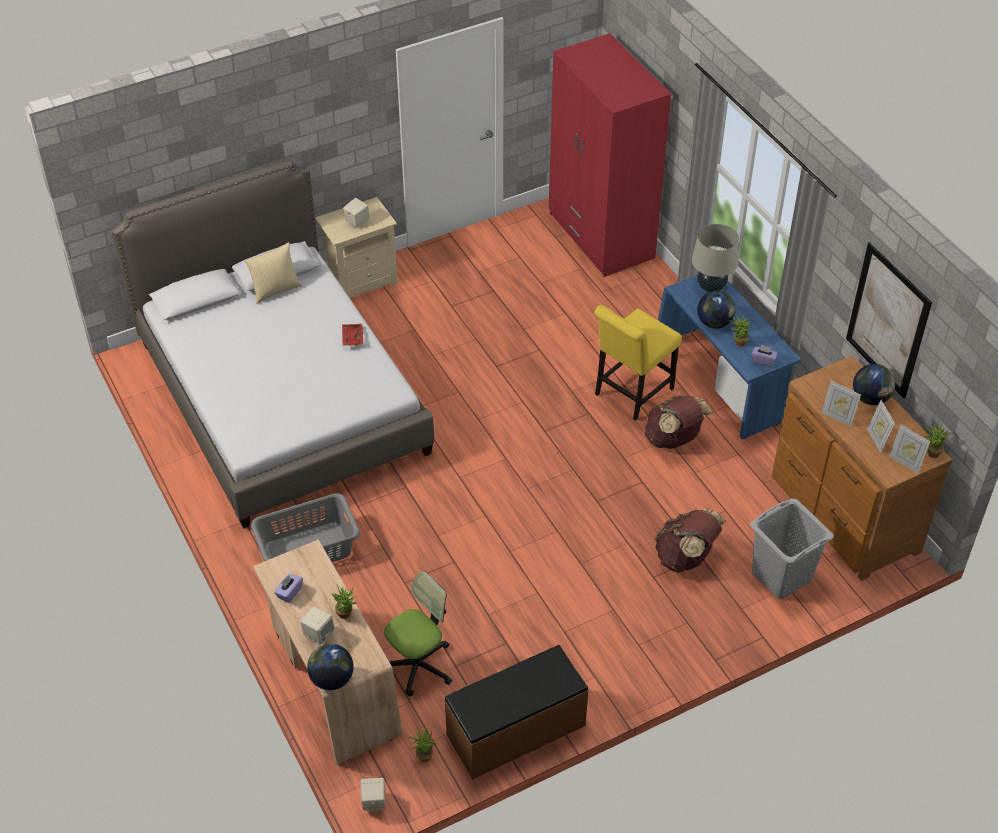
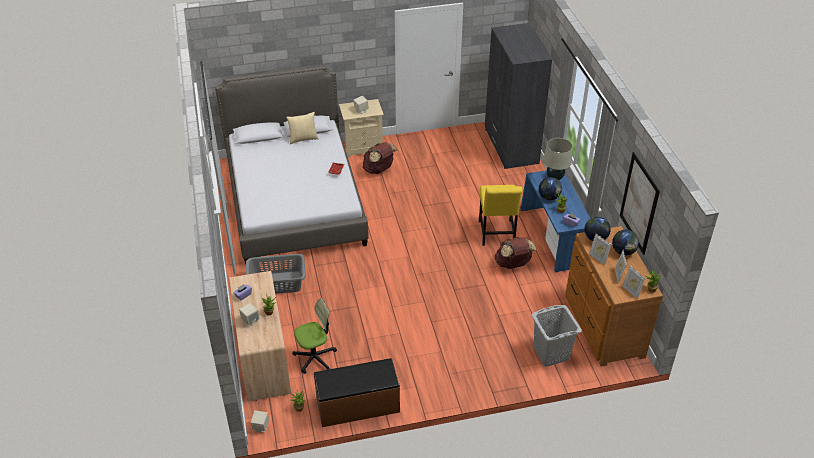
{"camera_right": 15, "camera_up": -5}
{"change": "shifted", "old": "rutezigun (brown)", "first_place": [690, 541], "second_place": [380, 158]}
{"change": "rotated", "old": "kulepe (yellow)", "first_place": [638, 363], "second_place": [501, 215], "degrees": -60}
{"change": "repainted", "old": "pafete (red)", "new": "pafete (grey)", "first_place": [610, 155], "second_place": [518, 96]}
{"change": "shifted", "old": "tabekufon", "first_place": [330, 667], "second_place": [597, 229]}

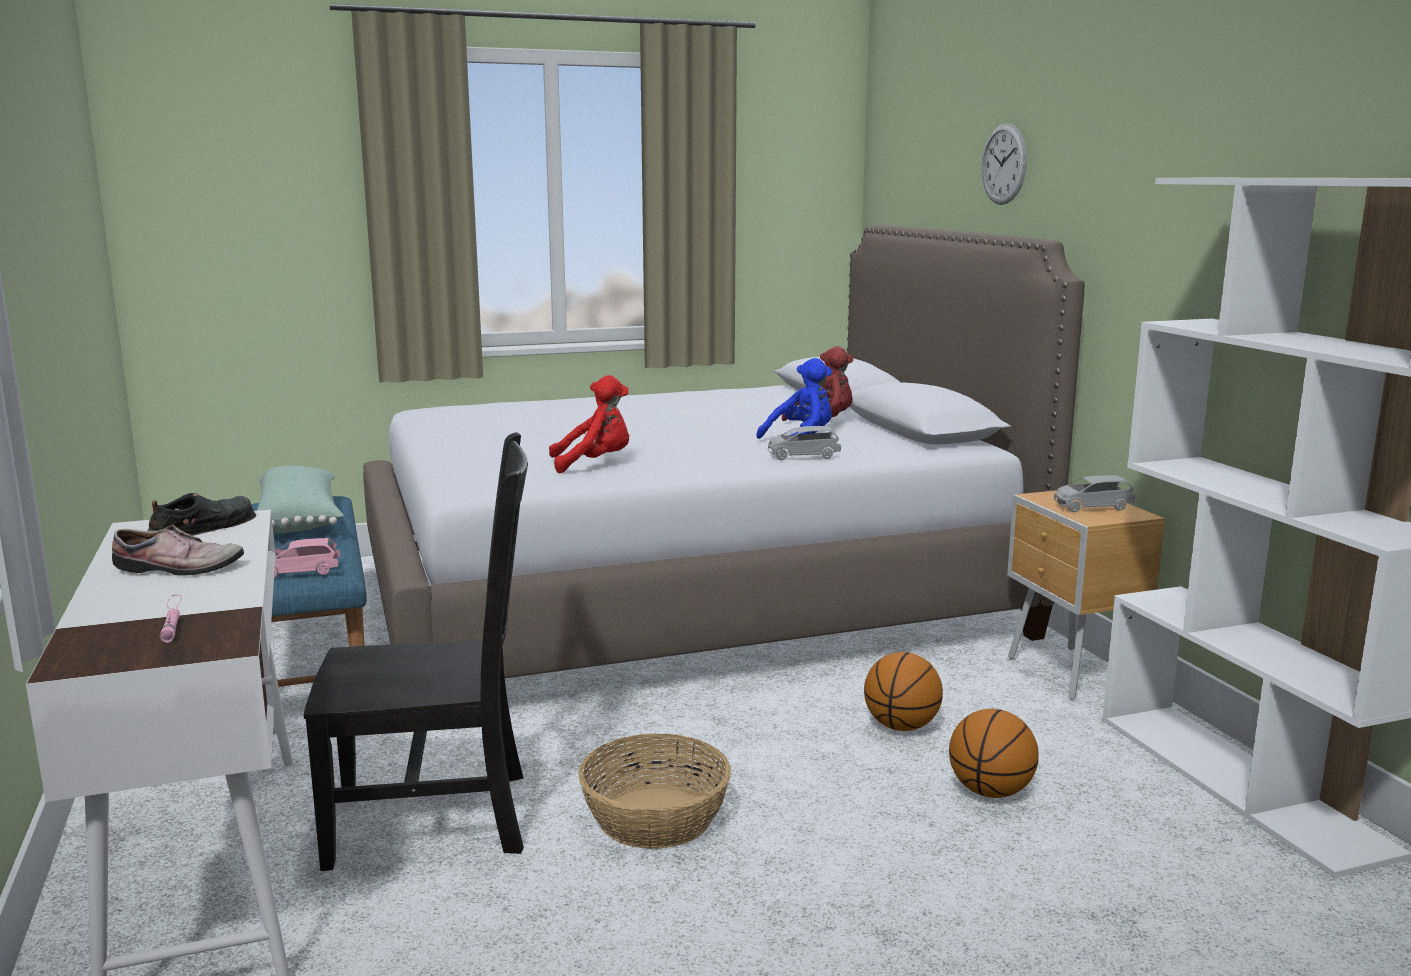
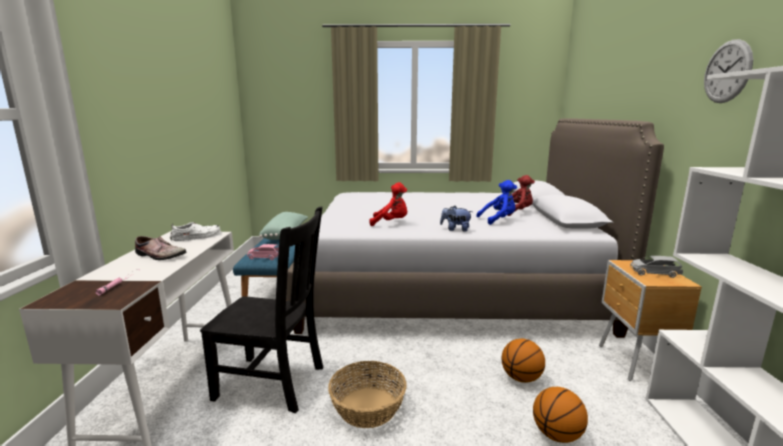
{"camera_right": 20, "camera_up": 0}
{"change": "repainted", "old": "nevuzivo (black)", "new": "nevuzivo (white)", "first_place": [201, 514], "second_place": [196, 231]}
{"change": "new", "new": "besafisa", "second_place": [456, 219]}
{"change": "shifted", "old": "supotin", "first_place": [1004, 164], "second_place": [728, 71]}
{"change": "gone", "old": "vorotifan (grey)", "first_place": [804, 443]}

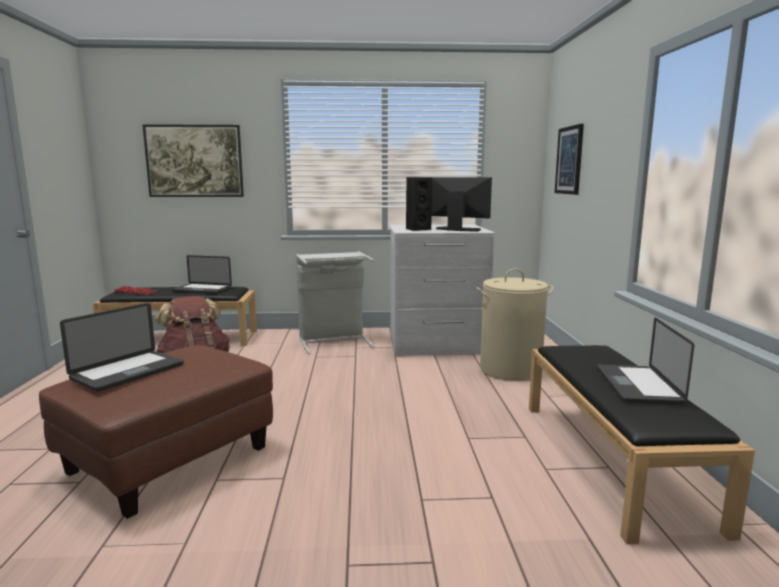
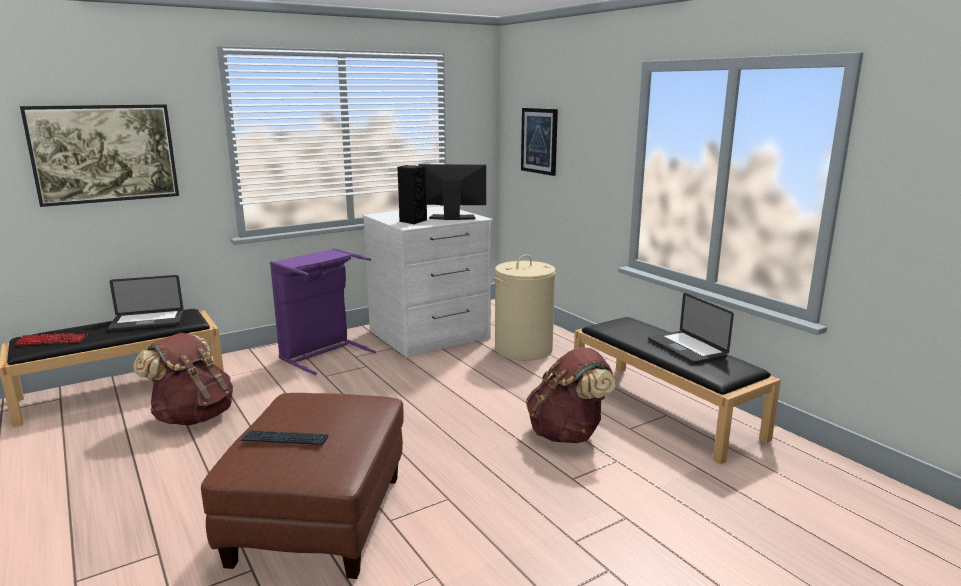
{"camera_right": -30, "camera_up": 5}
{"change": "swapped", "old": "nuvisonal", "new": "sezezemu", "first_place": [122, 347], "second_place": [284, 437]}
{"change": "repainted", "old": "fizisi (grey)", "new": "fizisi (purple)", "first_place": [335, 303], "second_place": [323, 311]}
{"change": "new", "new": "rutezigun (brown)", "second_place": [571, 395]}

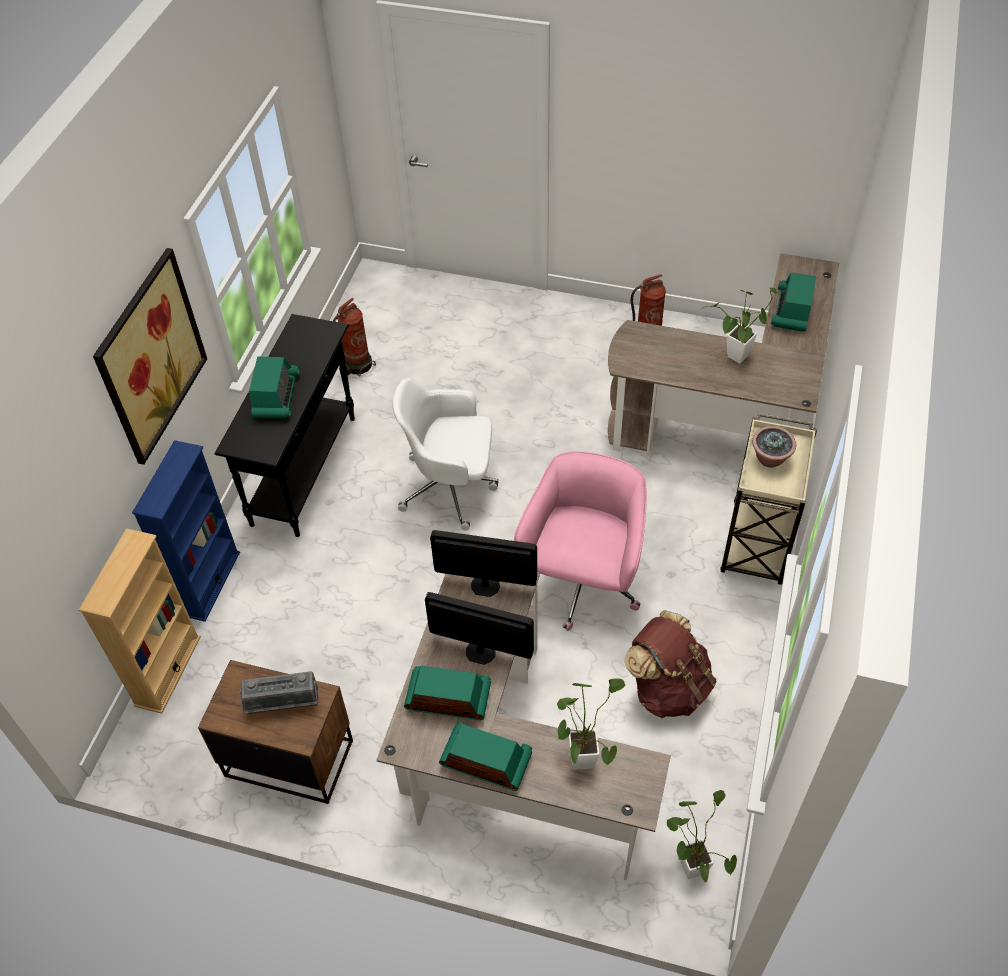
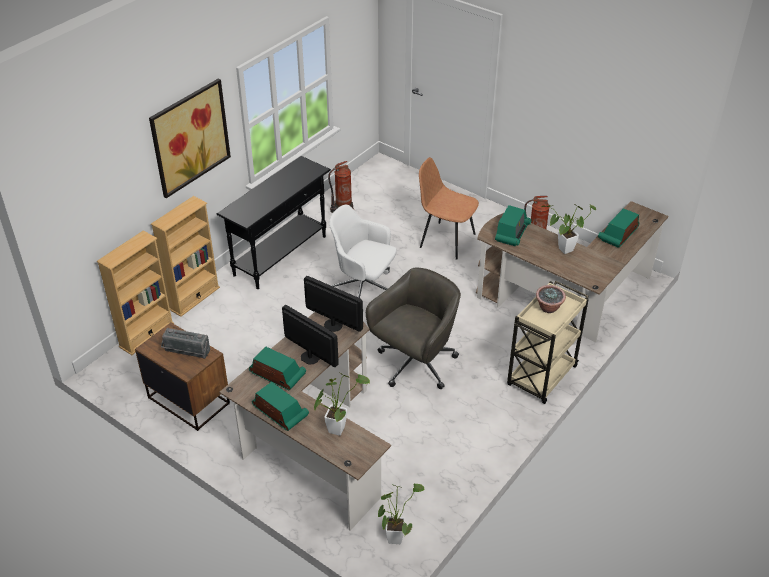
{"camera_right": 20, "camera_up": -10}
{"change": "repainted", "old": "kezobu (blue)", "new": "kezobu (beige)", "first_place": [186, 531], "second_place": [185, 256]}
{"change": "repainted", "old": "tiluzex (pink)", "new": "tiluzex (grey)", "first_place": [580, 541], "second_place": [413, 328]}
{"change": "new", "new": "kulepe (brown)", "second_place": [449, 208]}
{"change": "shifted", "old": "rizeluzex", "first_place": [274, 387], "second_place": [513, 225]}
{"change": "gone", "old": "rutezigun (brown)", "first_place": [670, 664]}

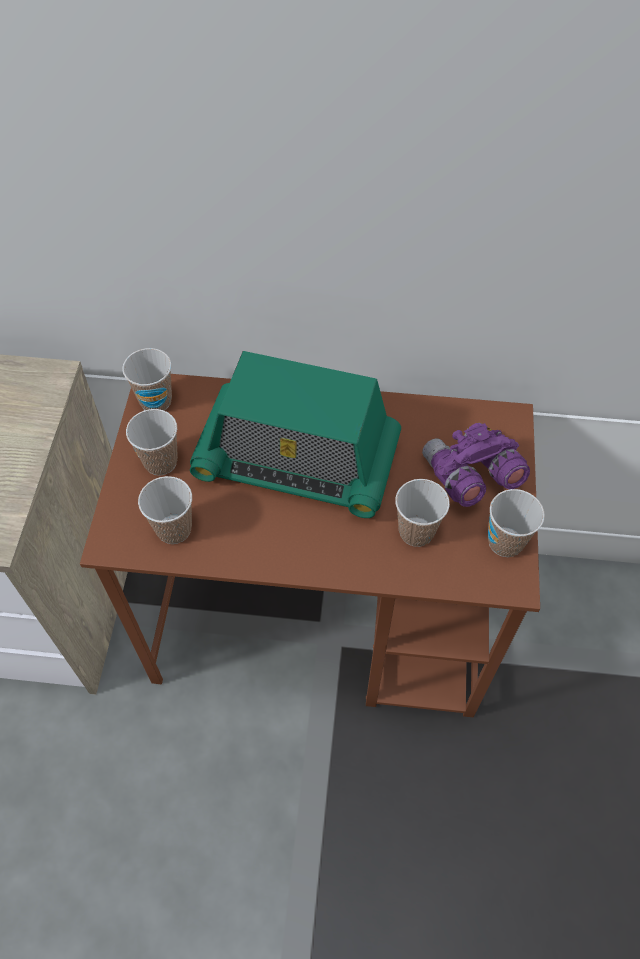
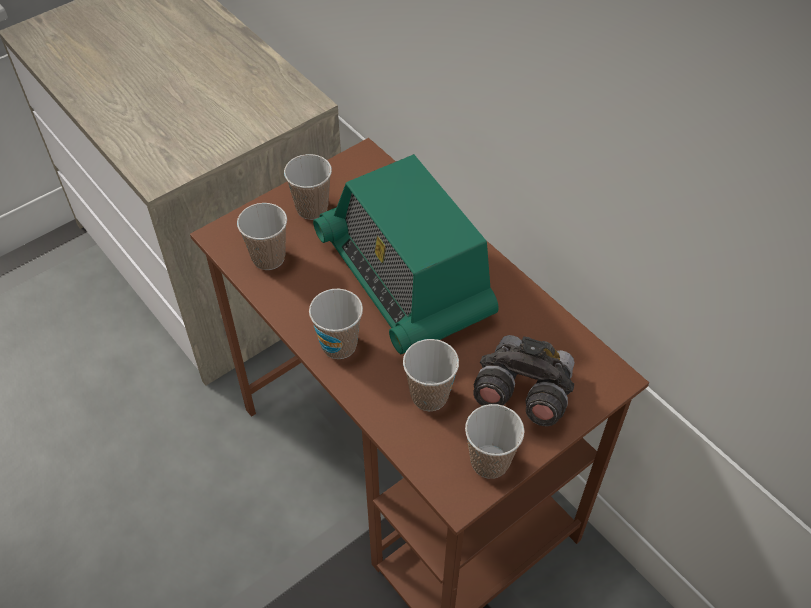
{"camera_right": 45, "camera_up": -5}
{"change": "shifted", "old": "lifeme", "first_place": [147, 379], "second_place": [336, 324]}
{"change": "repainted", "old": "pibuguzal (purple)", "new": "pibuguzal (grey)", "first_place": [476, 465], "second_place": [524, 380]}

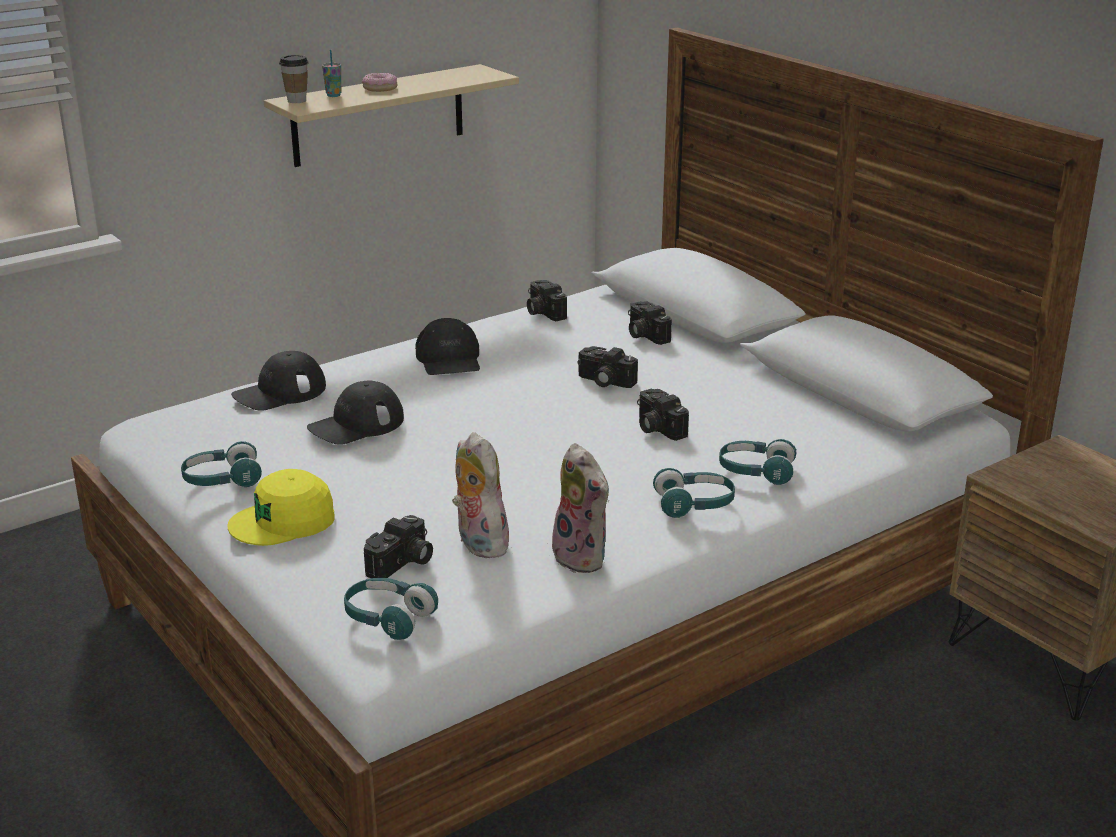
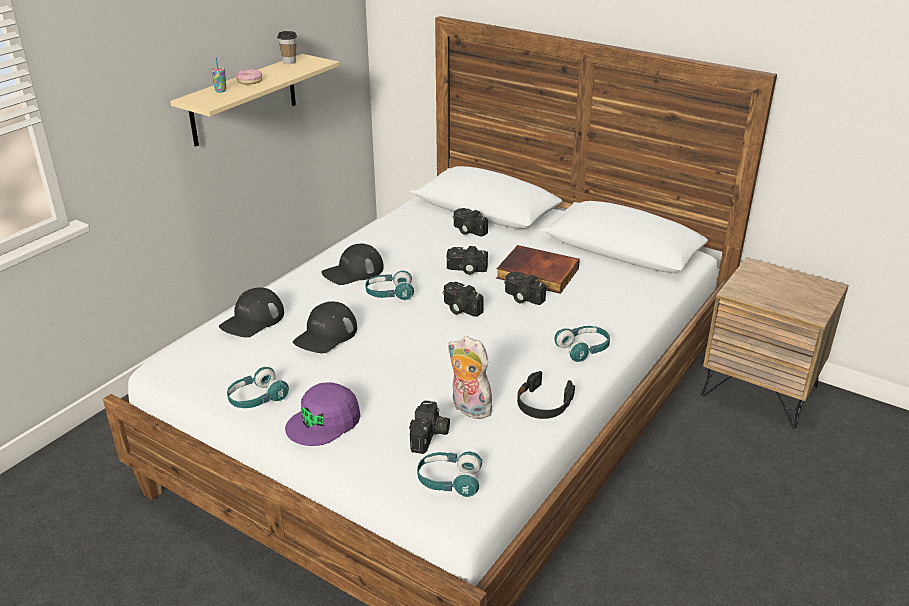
{"camera_right": -20, "camera_up": 5}
{"change": "shifted", "old": "lifeme", "first_place": [294, 79], "second_place": [287, 47]}
{"change": "repainted", "old": "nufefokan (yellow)", "new": "nufefokan (purple)", "first_place": [281, 507], "second_place": [322, 414]}
{"change": "rotated", "old": "nufefokan (black)", "first_place": [447, 346], "second_place": [353, 264], "degrees": 90}
{"change": "shifted", "old": "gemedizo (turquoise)", "first_place": [758, 462], "second_place": [389, 285]}
{"change": "shifted", "old": "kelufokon", "first_place": [547, 300], "second_place": [463, 299]}
{"change": "new", "new": "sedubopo", "second_place": [538, 269]}
{"change": "swapped", "old": "besafisa", "new": "gemedizo (black)", "first_place": [578, 508], "second_place": [546, 395]}

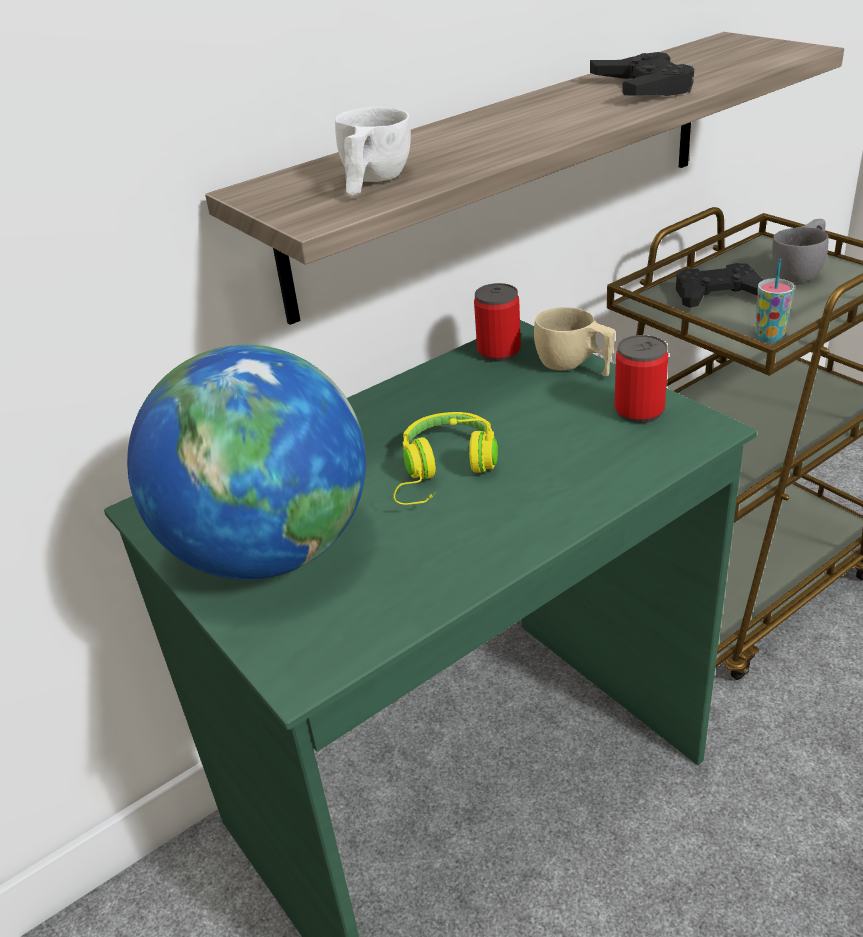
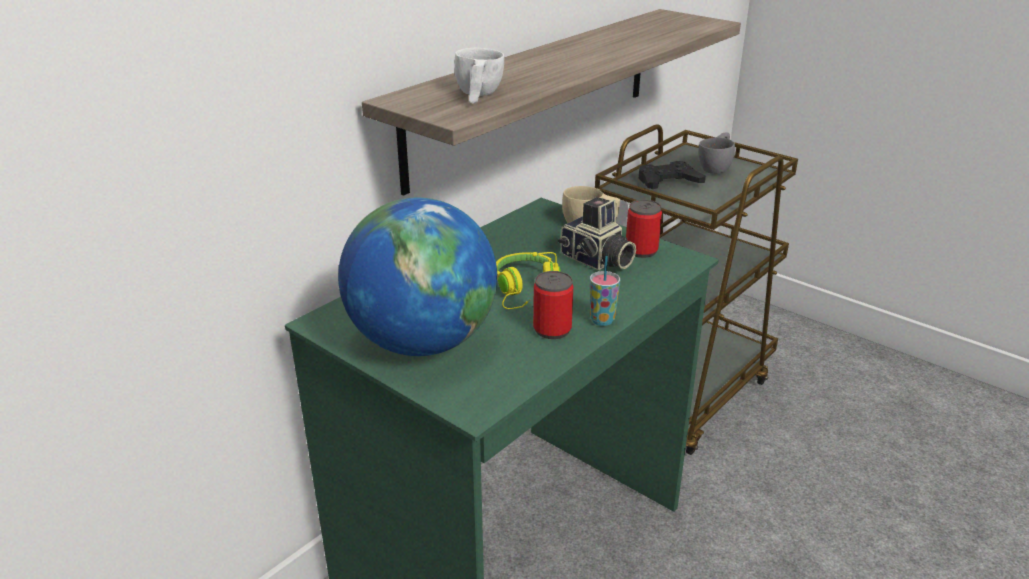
{"camera_right": -15, "camera_up": -5}
{"change": "shifted", "old": "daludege", "first_place": [497, 322], "second_place": [553, 305]}
{"change": "new", "new": "kelufokon", "second_place": [597, 233]}
{"change": "shifted", "old": "lifeme", "first_place": [775, 300], "second_place": [605, 291]}
{"change": "gone", "old": "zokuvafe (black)", "first_place": [642, 74]}

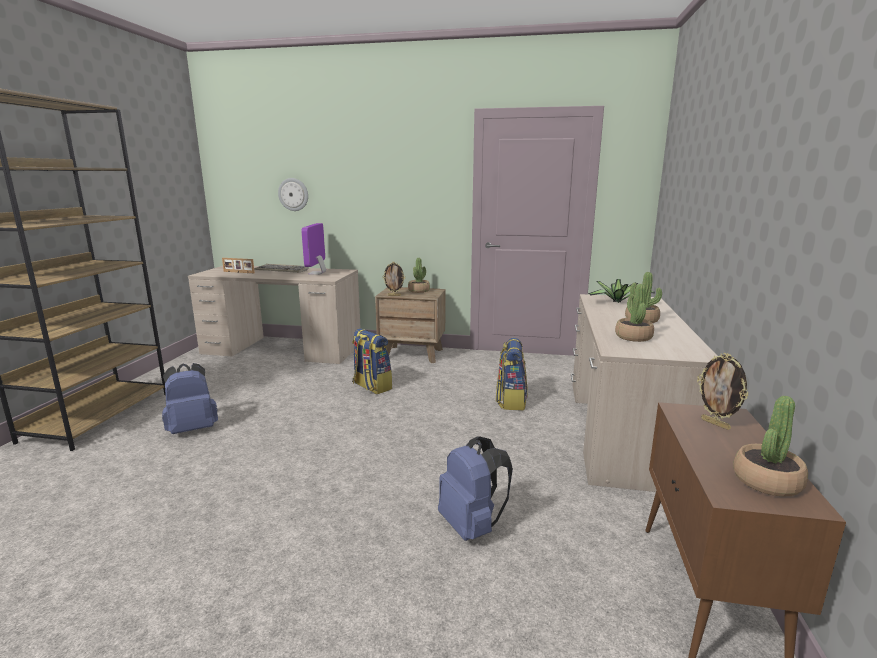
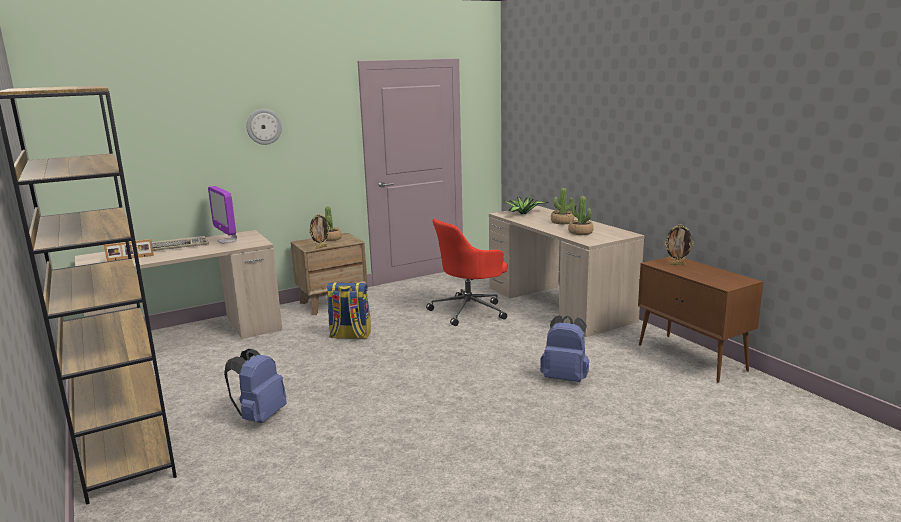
{"camera_right": -40, "camera_up": 0}
{"change": "shifted", "old": "supotin", "first_place": [293, 194], "second_place": [264, 127]}
{"change": "swapped", "old": "rutezigun", "new": "tiluzex (red)", "first_place": [512, 374], "second_place": [466, 272]}
{"change": "gone", "old": "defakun", "first_place": [770, 446]}

